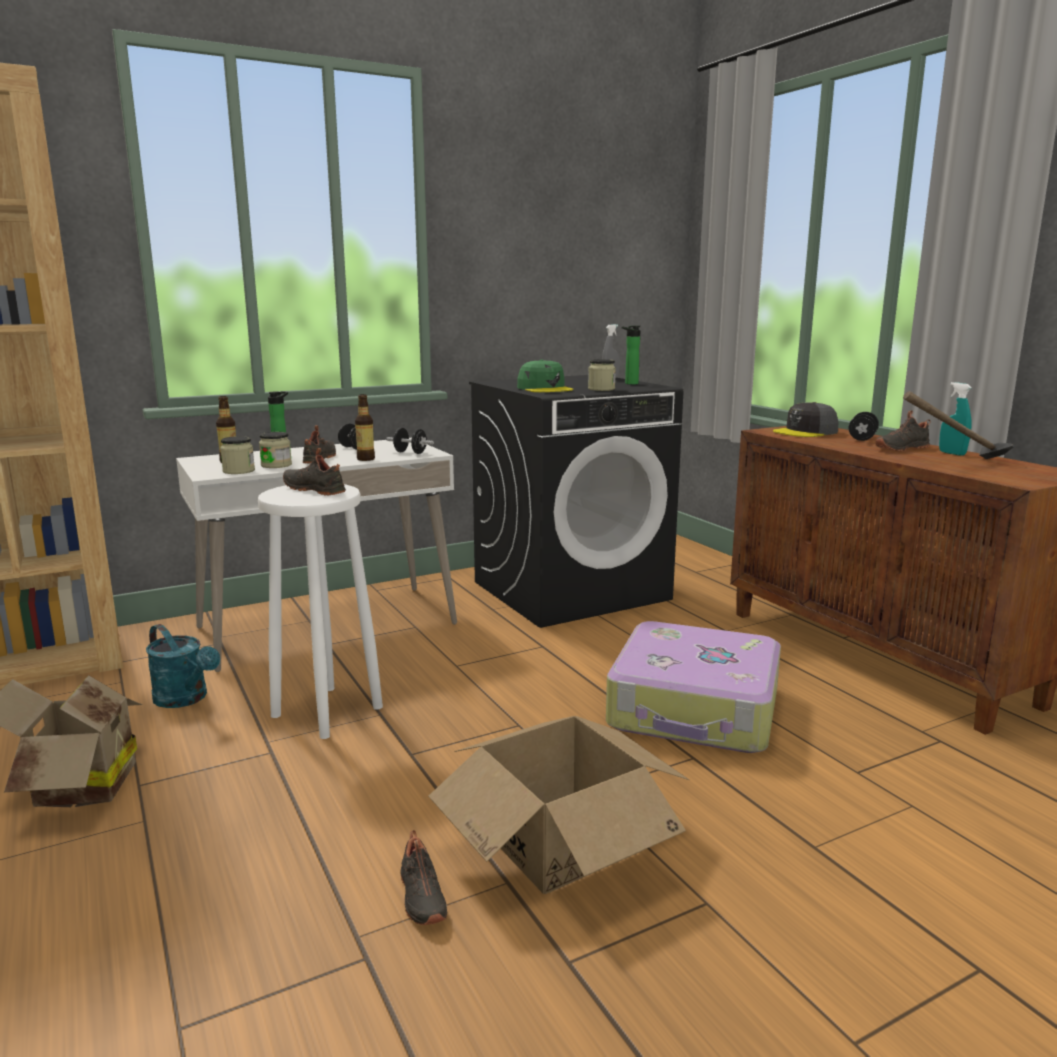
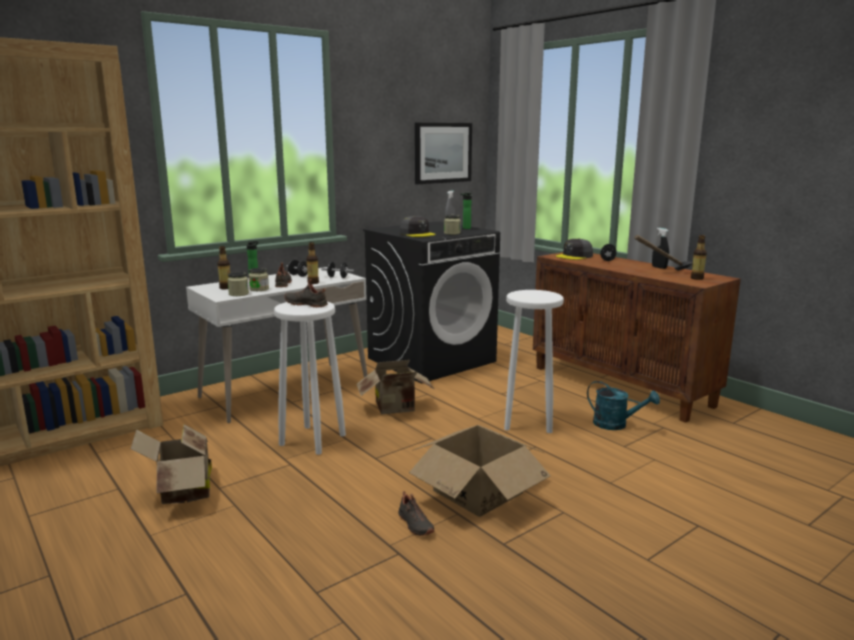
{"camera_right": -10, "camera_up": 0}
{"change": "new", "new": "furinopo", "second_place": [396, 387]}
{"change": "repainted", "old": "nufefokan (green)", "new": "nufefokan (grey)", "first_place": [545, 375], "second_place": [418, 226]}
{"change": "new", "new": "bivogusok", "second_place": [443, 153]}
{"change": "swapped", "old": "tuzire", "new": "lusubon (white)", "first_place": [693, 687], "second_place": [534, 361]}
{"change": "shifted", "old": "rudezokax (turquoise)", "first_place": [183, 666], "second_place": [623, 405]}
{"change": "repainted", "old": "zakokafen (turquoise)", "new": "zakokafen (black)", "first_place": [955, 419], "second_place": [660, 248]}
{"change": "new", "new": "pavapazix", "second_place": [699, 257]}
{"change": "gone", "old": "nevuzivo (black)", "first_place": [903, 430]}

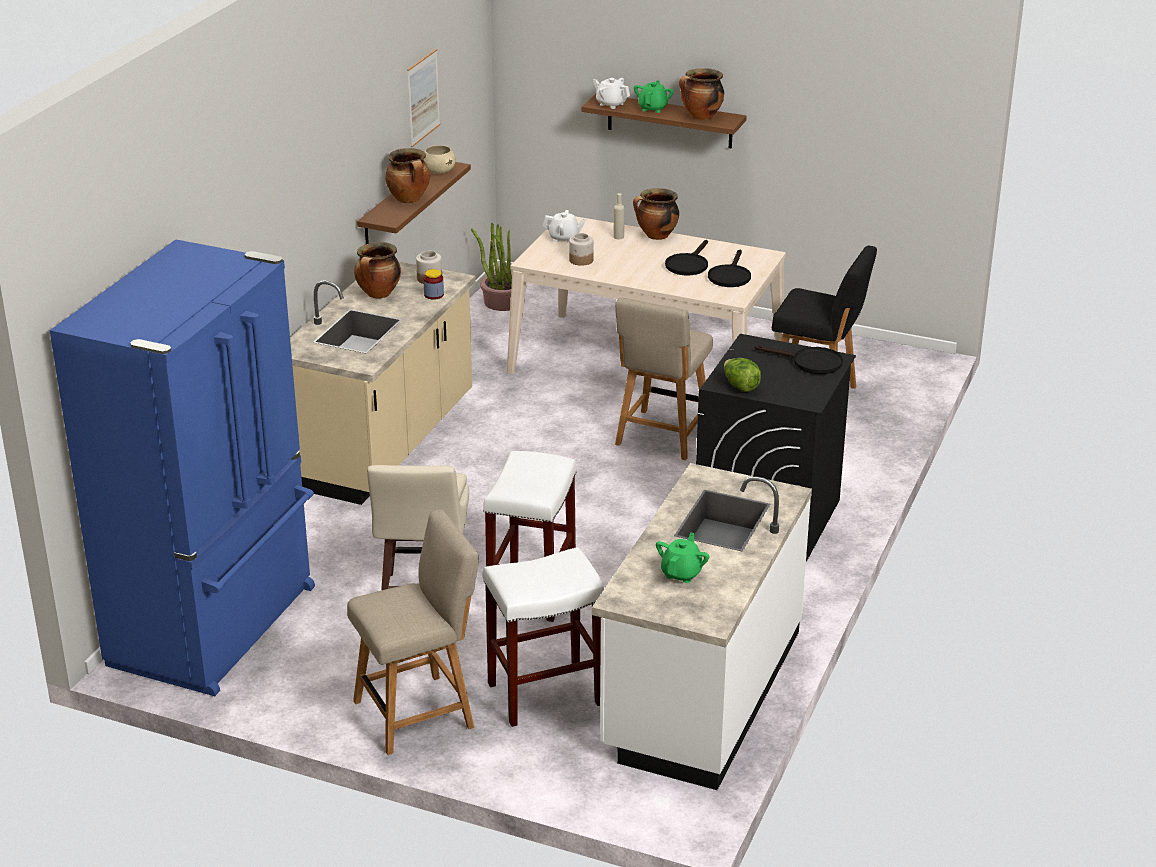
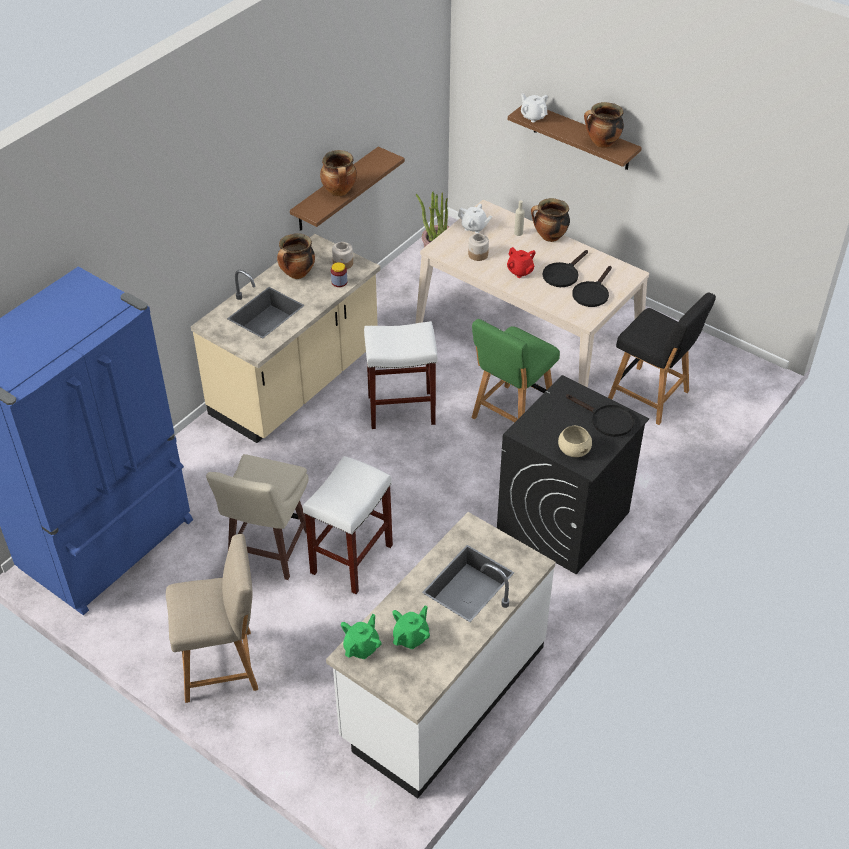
{"camera_right": 15, "camera_up": 15}
{"change": "shifted", "old": "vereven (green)", "first_place": [653, 96], "second_place": [361, 636]}
{"change": "shifted", "old": "lusubon (white)", "first_place": [544, 637], "second_place": [400, 375]}
{"change": "repainted", "old": "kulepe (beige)", "new": "kulepe (green)", "first_place": [664, 379], "second_place": [516, 370]}
{"change": "new", "new": "vereven (red)", "second_place": [521, 262]}
{"change": "shifted", "old": "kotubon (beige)", "first_place": [440, 159], "second_place": [575, 441]}
{"change": "gone", "old": "bivogusok", "first_place": [424, 97]}
{"change": "gone", "old": "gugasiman", "first_place": [742, 375]}

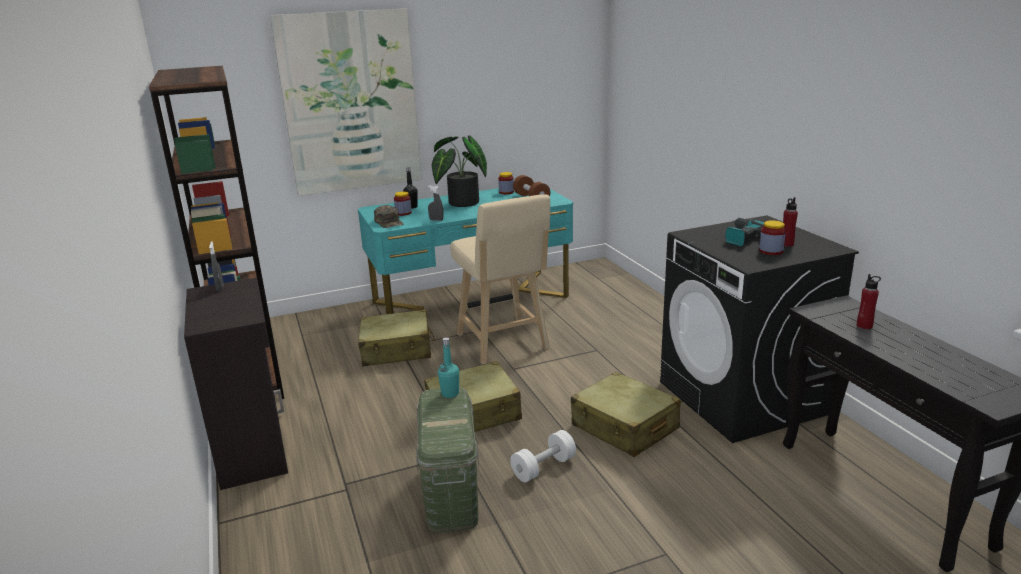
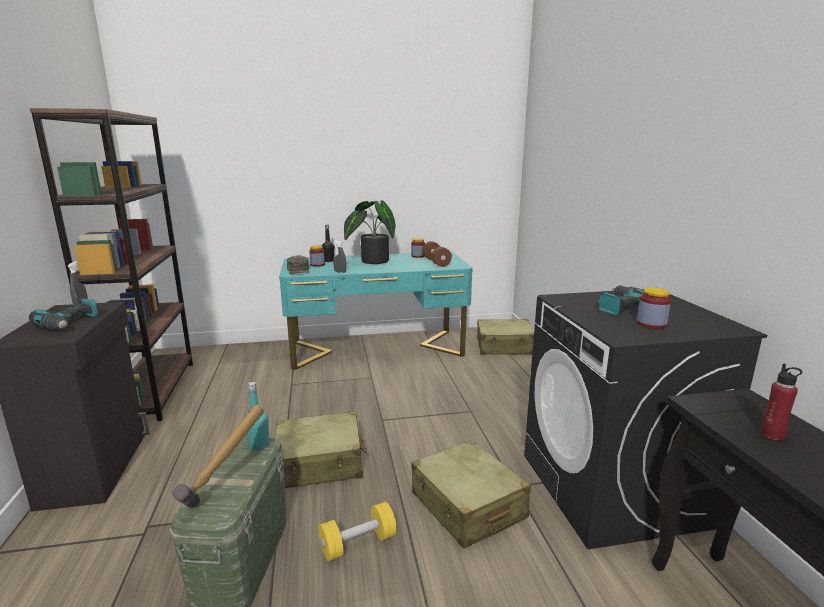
{"camera_right": 10, "camera_up": -5}
{"change": "new", "new": "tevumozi", "second_place": [64, 314]}
{"change": "new", "new": "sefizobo", "second_place": [218, 456]}
{"change": "repainted", "old": "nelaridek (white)", "new": "nelaridek (yellow)", "first_place": [543, 456], "second_place": [358, 532]}
{"change": "shifted", "old": "tuzire (beige)", "first_place": [396, 337], "second_place": [505, 337]}
{"change": "gone", "old": "bivogusok", "first_place": [346, 102]}
{"change": "gone", "old": "lusubon (beige)", "first_place": [500, 279]}
{"change": "gone", "old": "pavapazix (red)", "first_place": [790, 222]}

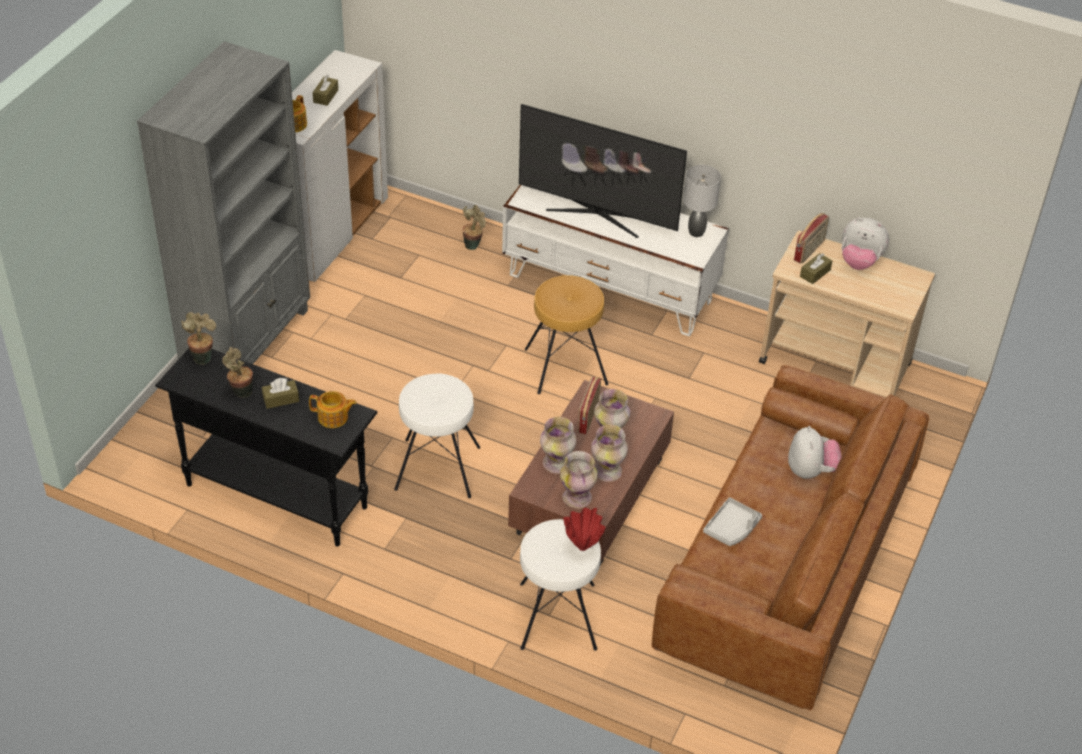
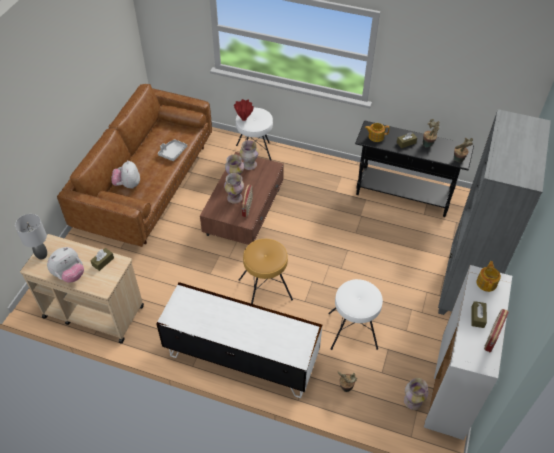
{"camera_right": 175, "camera_up": 5}
{"change": "shifted", "old": "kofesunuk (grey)", "first_place": [702, 201], "second_place": [31, 236]}
{"change": "rotated", "old": "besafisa", "first_place": [865, 243], "second_place": [65, 265], "degrees": 120}
{"change": "shifted", "old": "lusubon (white)", "first_place": [437, 436], "second_place": [355, 314]}
{"change": "shifted", "old": "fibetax", "first_place": [558, 445], "second_place": [416, 394]}
{"change": "shifted", "old": "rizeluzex", "first_place": [811, 238], "second_place": [496, 331]}
{"change": "gone", "old": "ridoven", "first_place": [603, 171]}

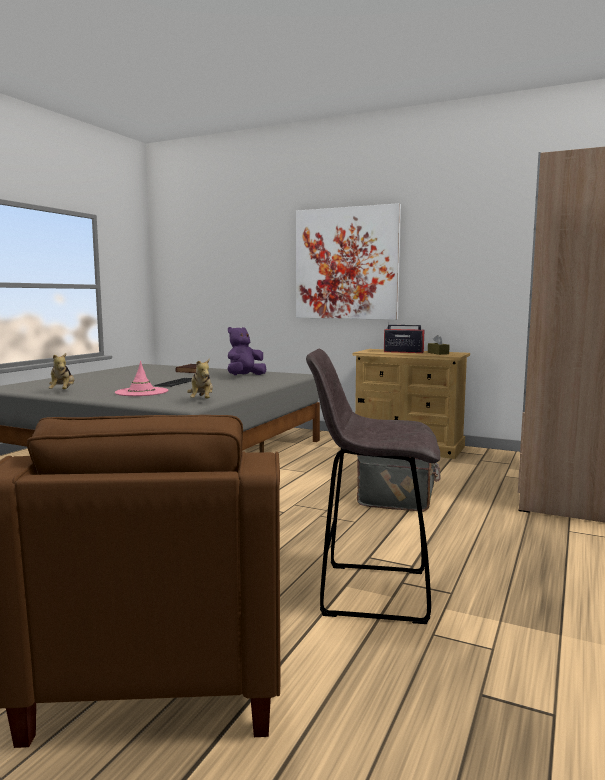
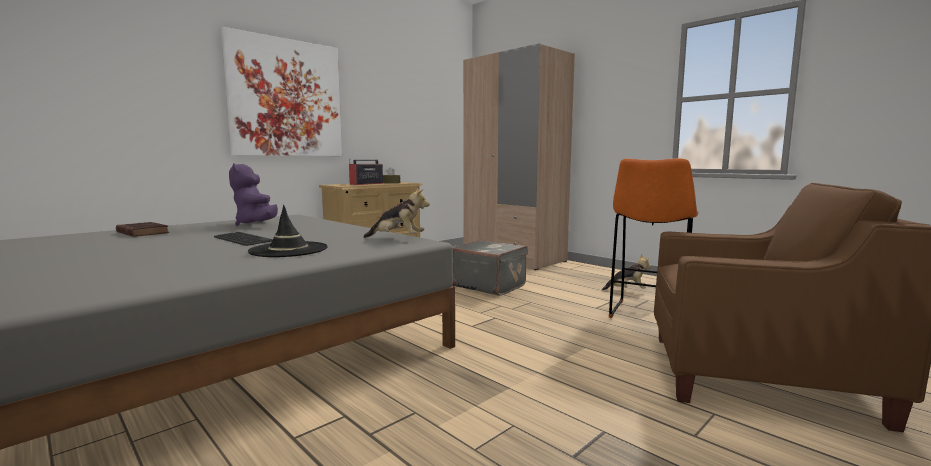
{"camera_right": -70, "camera_up": 0}
{"change": "repainted", "old": "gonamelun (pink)", "new": "gonamelun (black)", "first_place": [141, 378], "second_place": [288, 231]}
{"change": "shifted", "old": "besafisa", "first_place": [61, 371], "second_place": [626, 272]}
{"change": "repainted", "old": "lusubon (grey)", "new": "lusubon (orange)", "first_place": [373, 486], "second_place": [653, 238]}

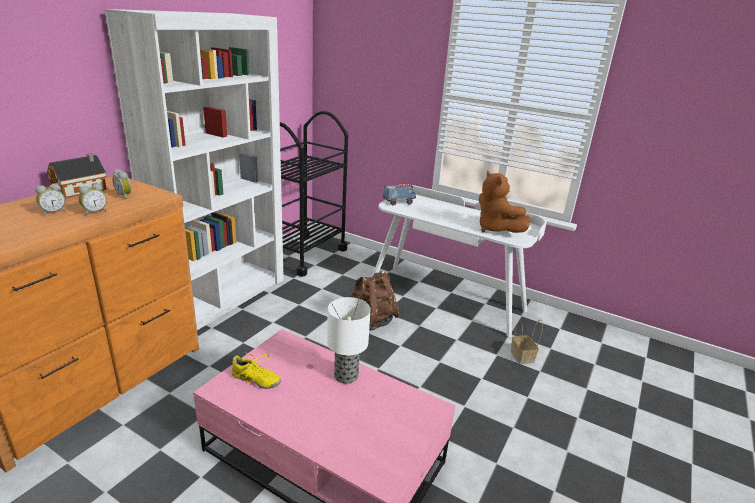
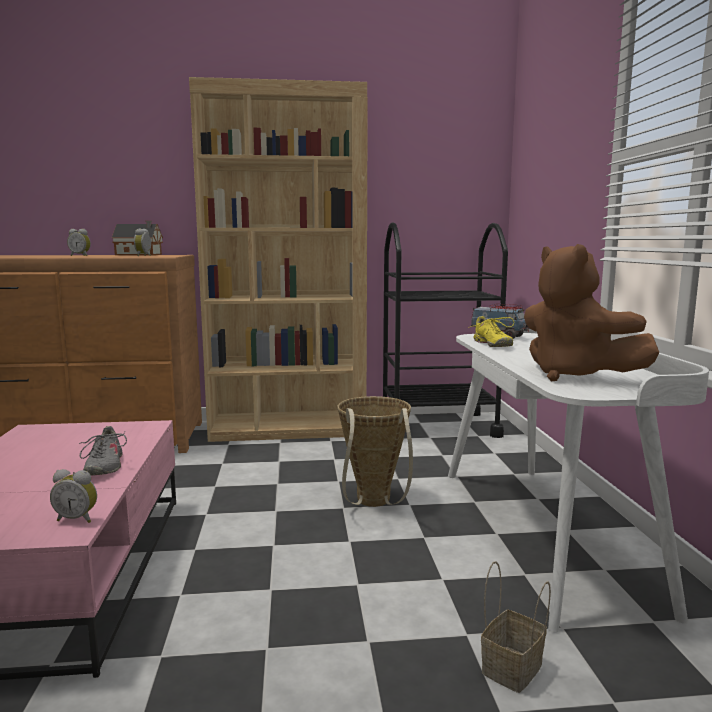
{"camera_right": 55, "camera_up": -15}
{"change": "shifted", "old": "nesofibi", "first_place": [93, 199], "second_place": [73, 496]}
{"change": "swapped", "old": "kofesunuk", "new": "nevuzivo (grey)", "first_place": [349, 340], "second_place": [103, 450]}
{"change": "repainted", "old": "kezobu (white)", "new": "kezobu (brown)", "first_place": [194, 169], "second_place": [278, 259]}
{"change": "swapped", "old": "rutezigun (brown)", "new": "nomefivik", "first_place": [375, 300], "second_place": [375, 451]}
{"change": "shifted", "old": "nevuzivo (yellow)", "first_place": [256, 371], "second_place": [491, 331]}
{"change": "rotated", "old": "besafisa (brown)", "first_place": [504, 202], "second_place": [592, 312], "degrees": -60}

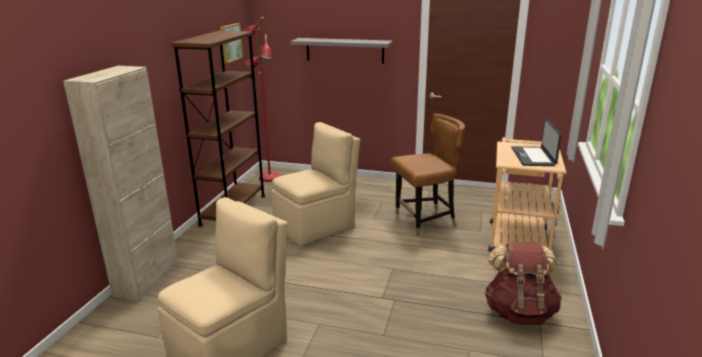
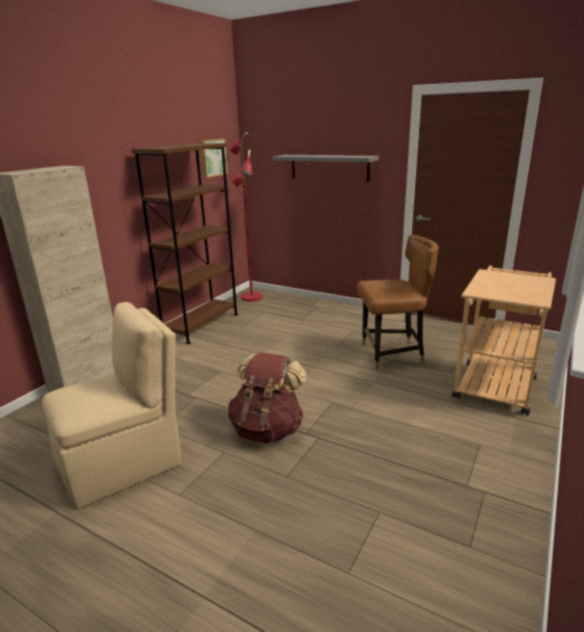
{"camera_right": 15, "camera_up": 0}
{"change": "shifted", "old": "rutezigun (brown)", "first_place": [523, 283], "second_place": [267, 398]}
{"change": "gone", "old": "kulepe (beige)", "first_place": [315, 184]}
{"change": "gone", "old": "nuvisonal", "first_place": [537, 142]}

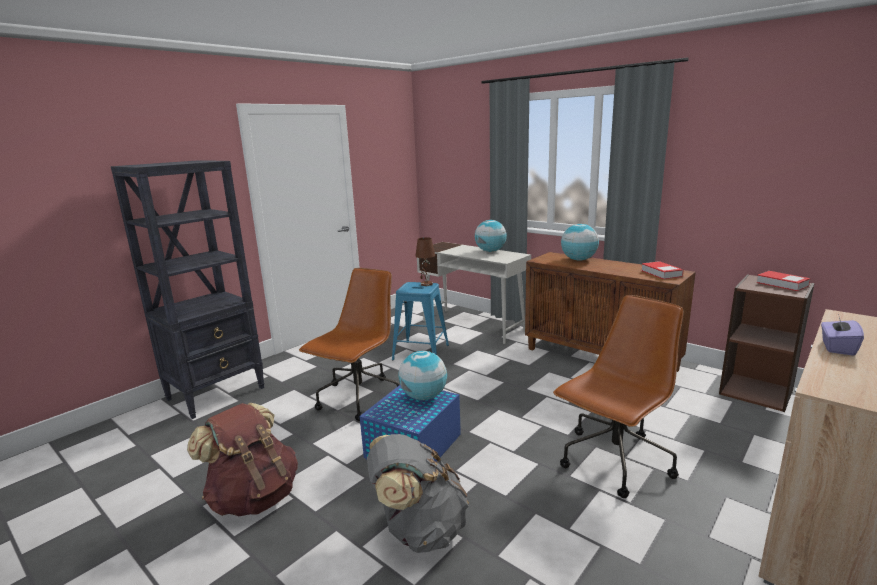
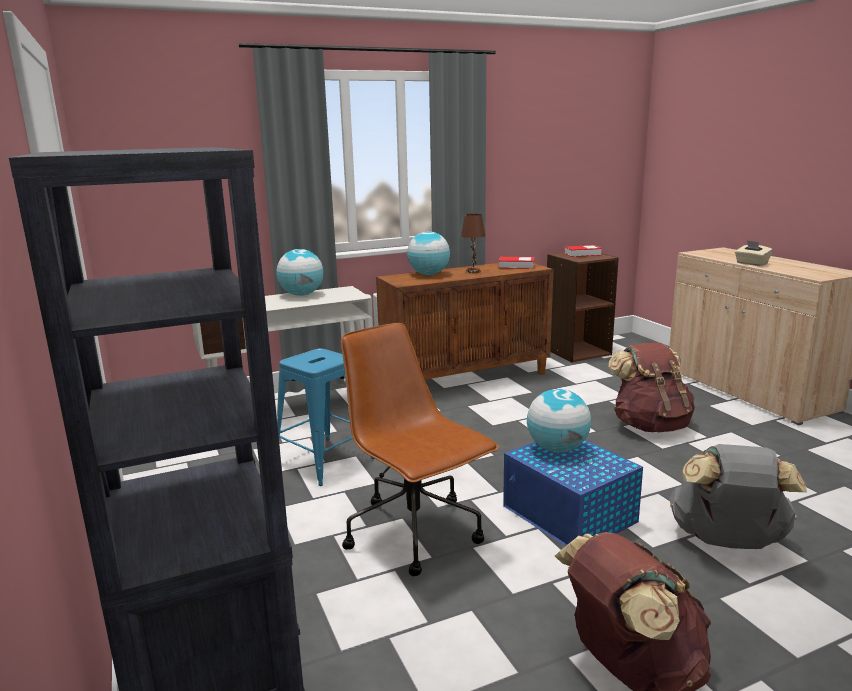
{"camera_right": -65, "camera_up": 0}
{"change": "shifted", "old": "kofesunuk (brown)", "first_place": [425, 261], "second_place": [473, 243]}
{"change": "swapped", "old": "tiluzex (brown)", "new": "rutezigun (brown)", "first_place": [618, 396], "second_place": [651, 387]}
{"change": "repainted", "old": "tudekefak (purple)", "new": "tudekefak (beige)", "first_place": [842, 335], "second_place": [754, 253]}

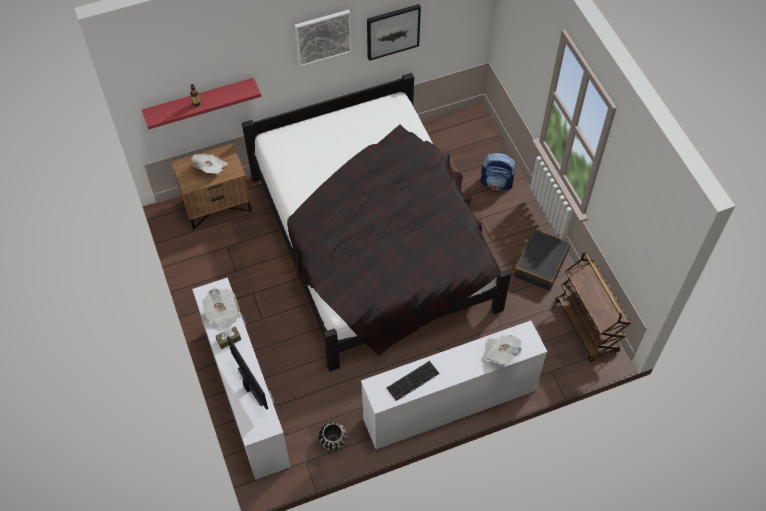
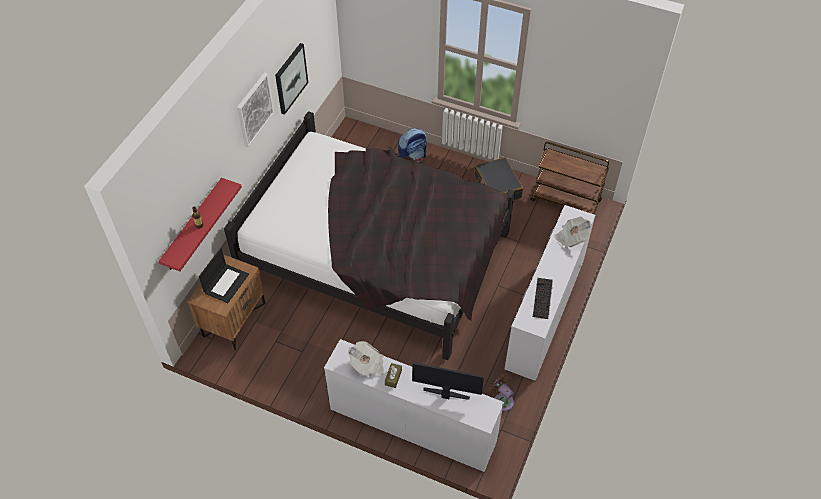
{"camera_right": -45, "camera_up": -5}
{"change": "swapped", "old": "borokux", "new": "nuvisonal", "first_place": [209, 164], "second_place": [224, 275]}
{"change": "swapped", "old": "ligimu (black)", "new": "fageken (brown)", "first_place": [333, 436], "second_place": [501, 392]}

